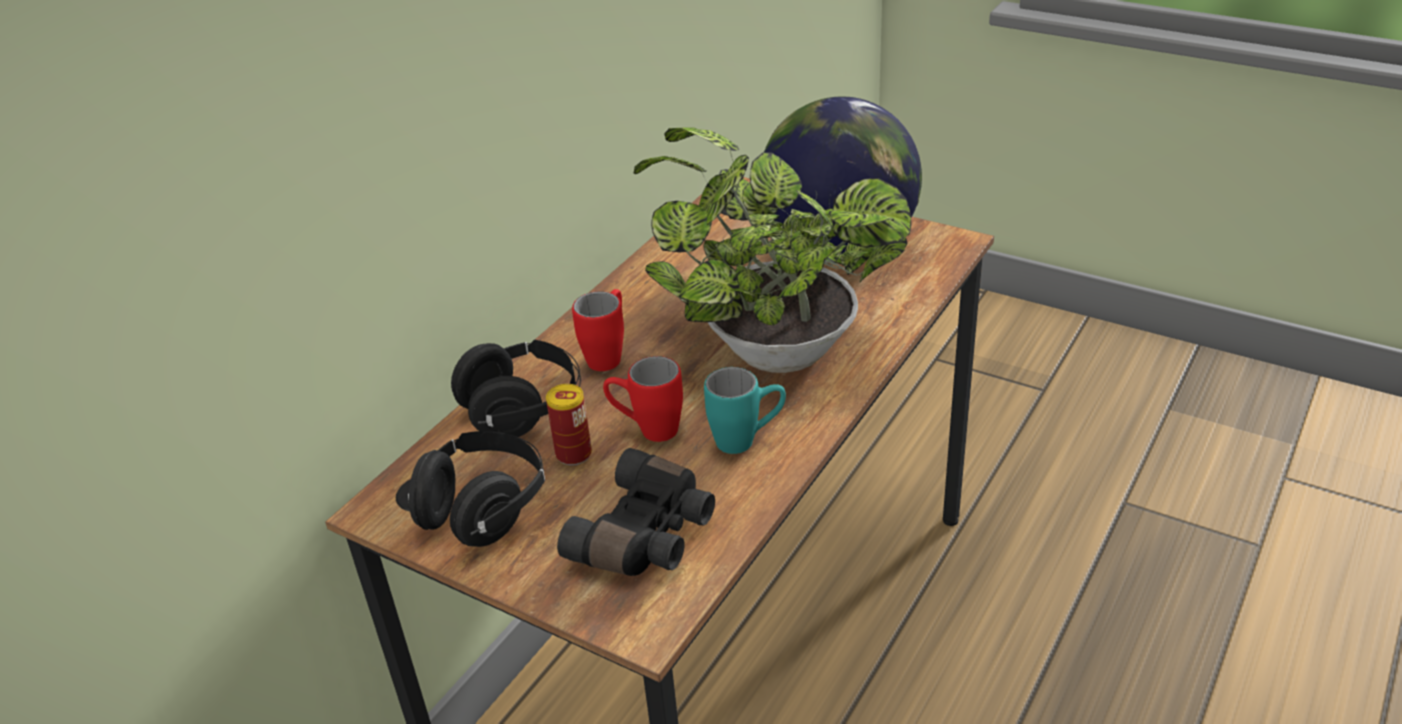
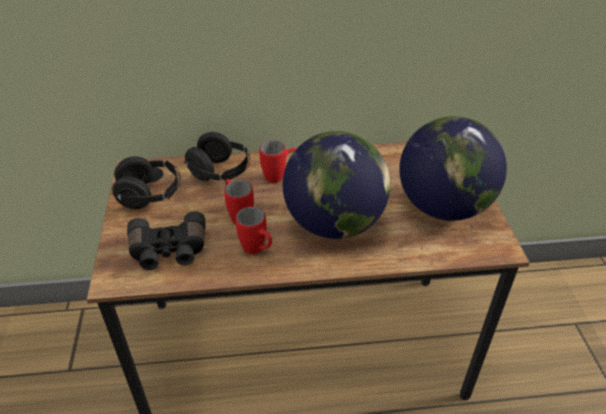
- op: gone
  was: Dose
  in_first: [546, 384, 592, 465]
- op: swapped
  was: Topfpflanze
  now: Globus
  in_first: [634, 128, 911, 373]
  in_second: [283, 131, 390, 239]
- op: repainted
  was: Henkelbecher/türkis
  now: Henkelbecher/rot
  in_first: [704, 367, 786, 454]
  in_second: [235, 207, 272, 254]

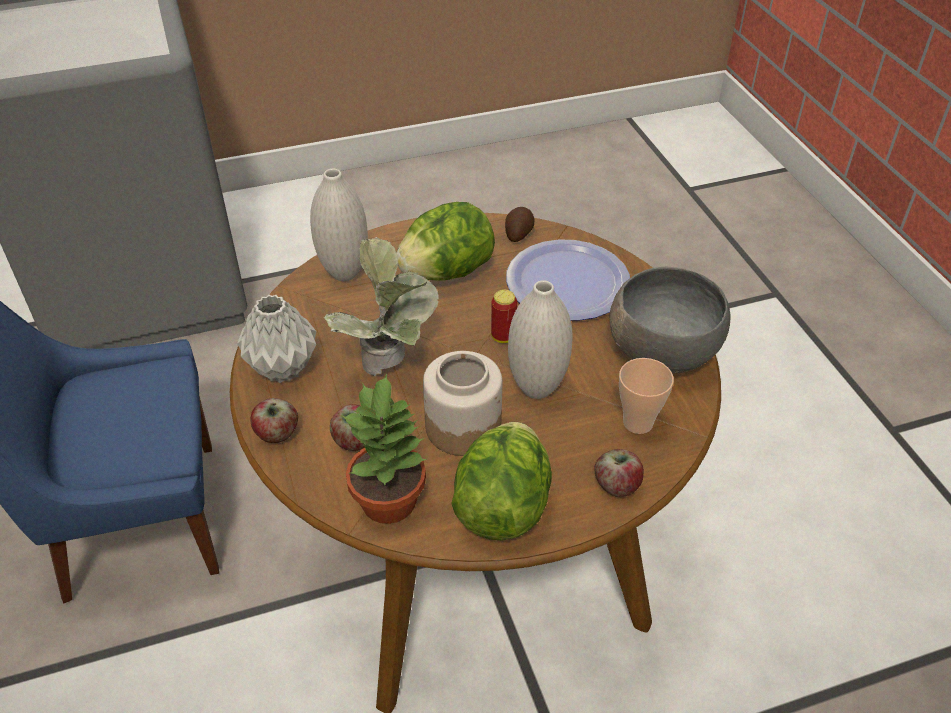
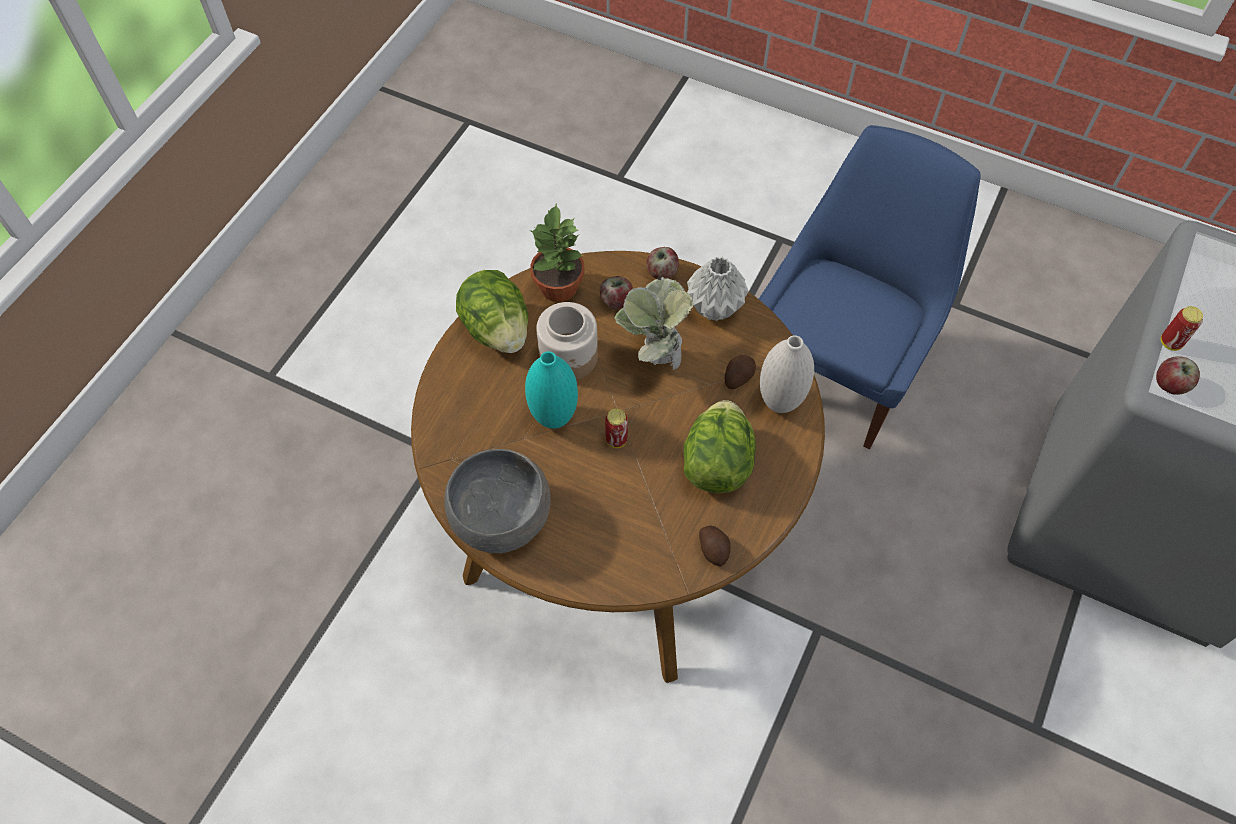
- op: gone
  was: Teller
  in_first: [506, 239, 630, 321]
- op: gone
  was: Tasse
  in_first: [619, 358, 674, 434]
- op: new
  now: Kartoffel
  in_second: [725, 355, 756, 389]
- op: new
  now: Dose
  in_second: [1161, 306, 1203, 351]
- op: shifted
  was: Apfel
  in_first: [594, 449, 644, 497]
  in_second: [1156, 356, 1200, 395]
- op: repainted
  was: Vase/weiß
  now: Vase/türkis
  in_first: [508, 280, 572, 399]
  in_second: [525, 351, 578, 429]

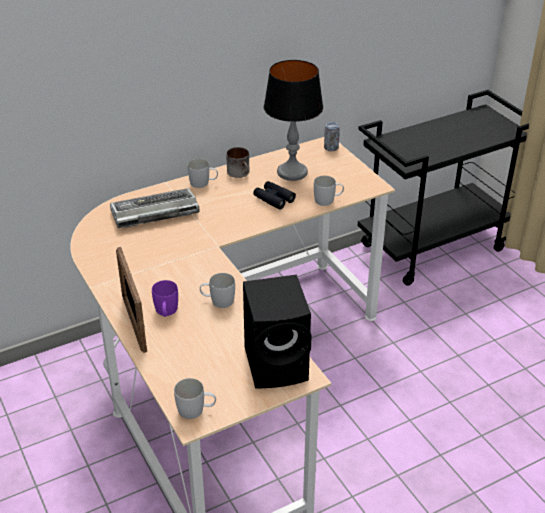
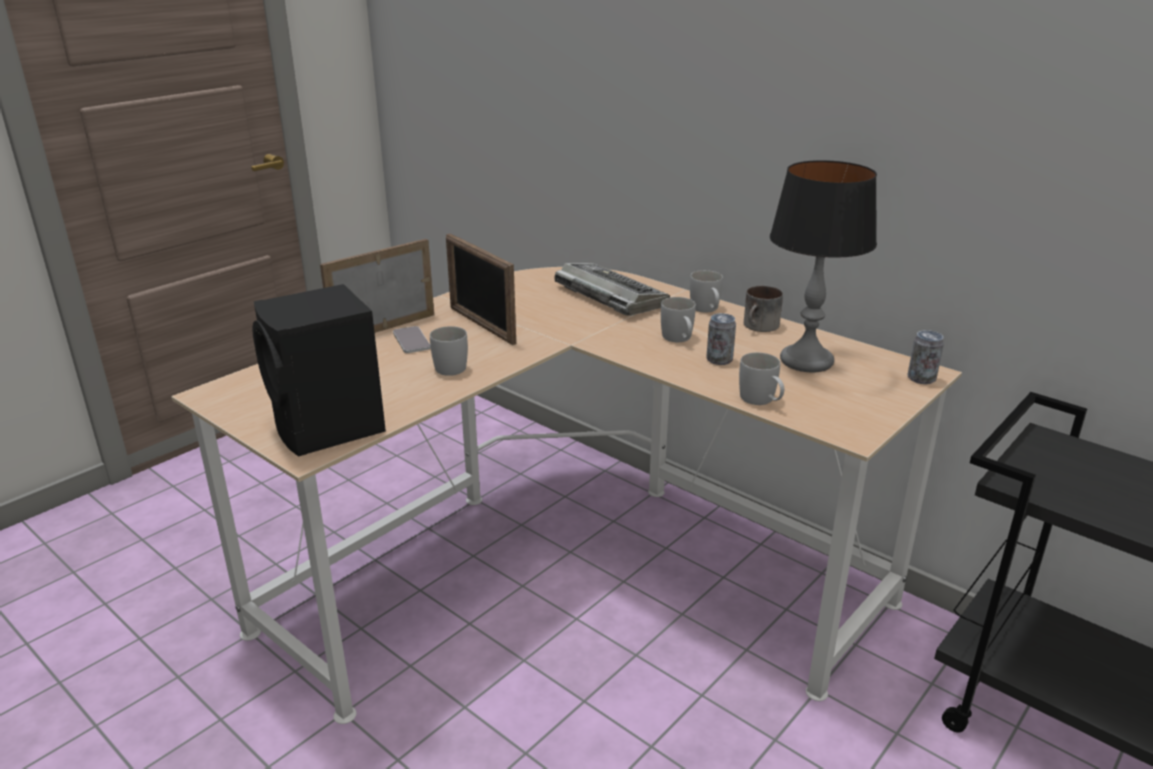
- op: new
  now: Bilderrahmen
  in_second: [446, 233, 516, 345]
- op: shifted
  was: Henkelbecher/weiß
  in_first: [174, 378, 216, 419]
  in_second: [661, 297, 696, 342]
- op: swapped
  was: Henkelbecher/lila
  now: Handy
  in_first: [152, 280, 178, 317]
  in_second: [393, 326, 431, 353]
- op: swapped
  was: Fernglas/schwarz
  now: Dose
  in_first: [253, 181, 296, 210]
  in_second: [706, 313, 736, 365]

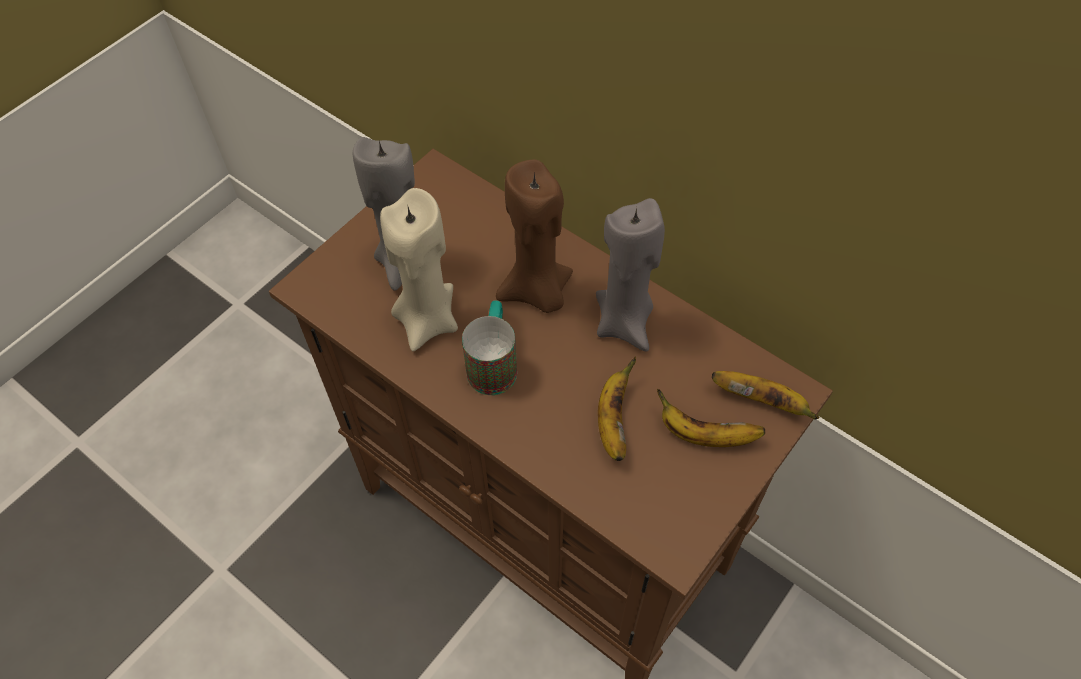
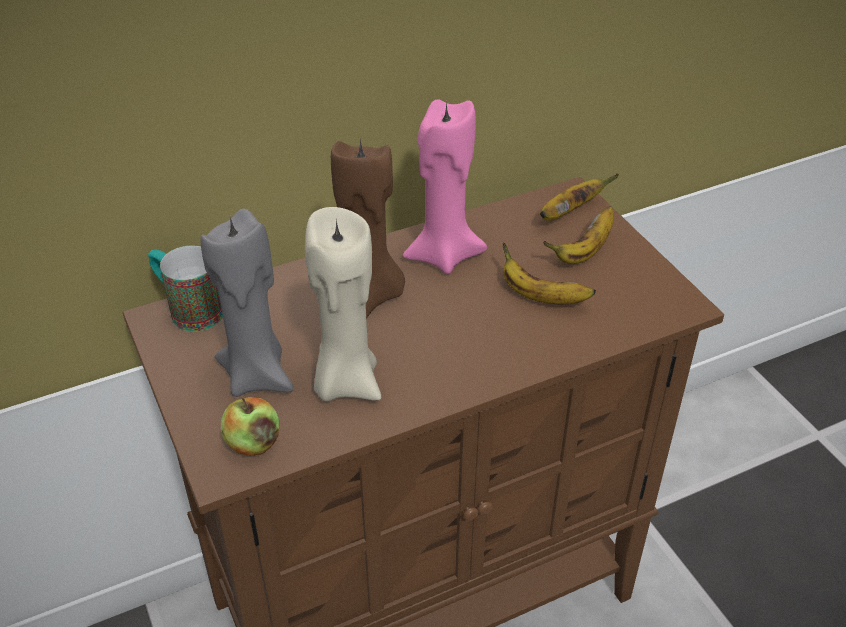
- op: new
  now: Apfel
  in_second: [221, 397, 279, 456]
- op: shifted
  was: Henkelbecher
  in_first: [462, 301, 517, 395]
  in_second: [148, 246, 223, 332]
- op: repainted
  was: Kerze/grau
  now: Kerze/rosa
  in_first: [596, 198, 665, 352]
  in_second: [403, 99, 487, 274]

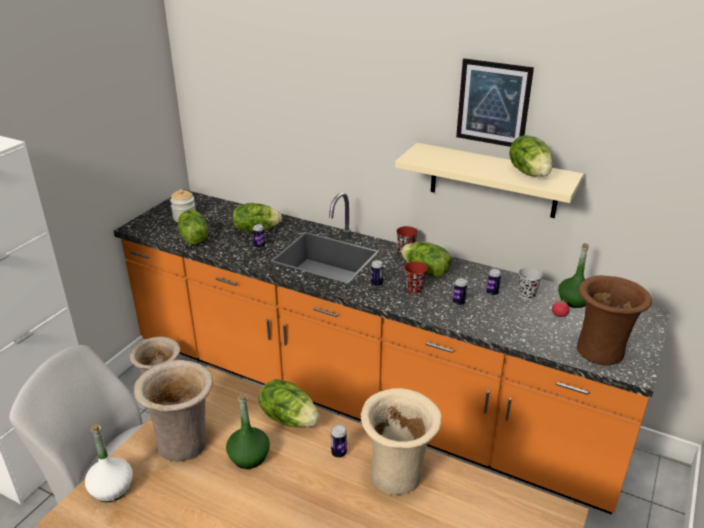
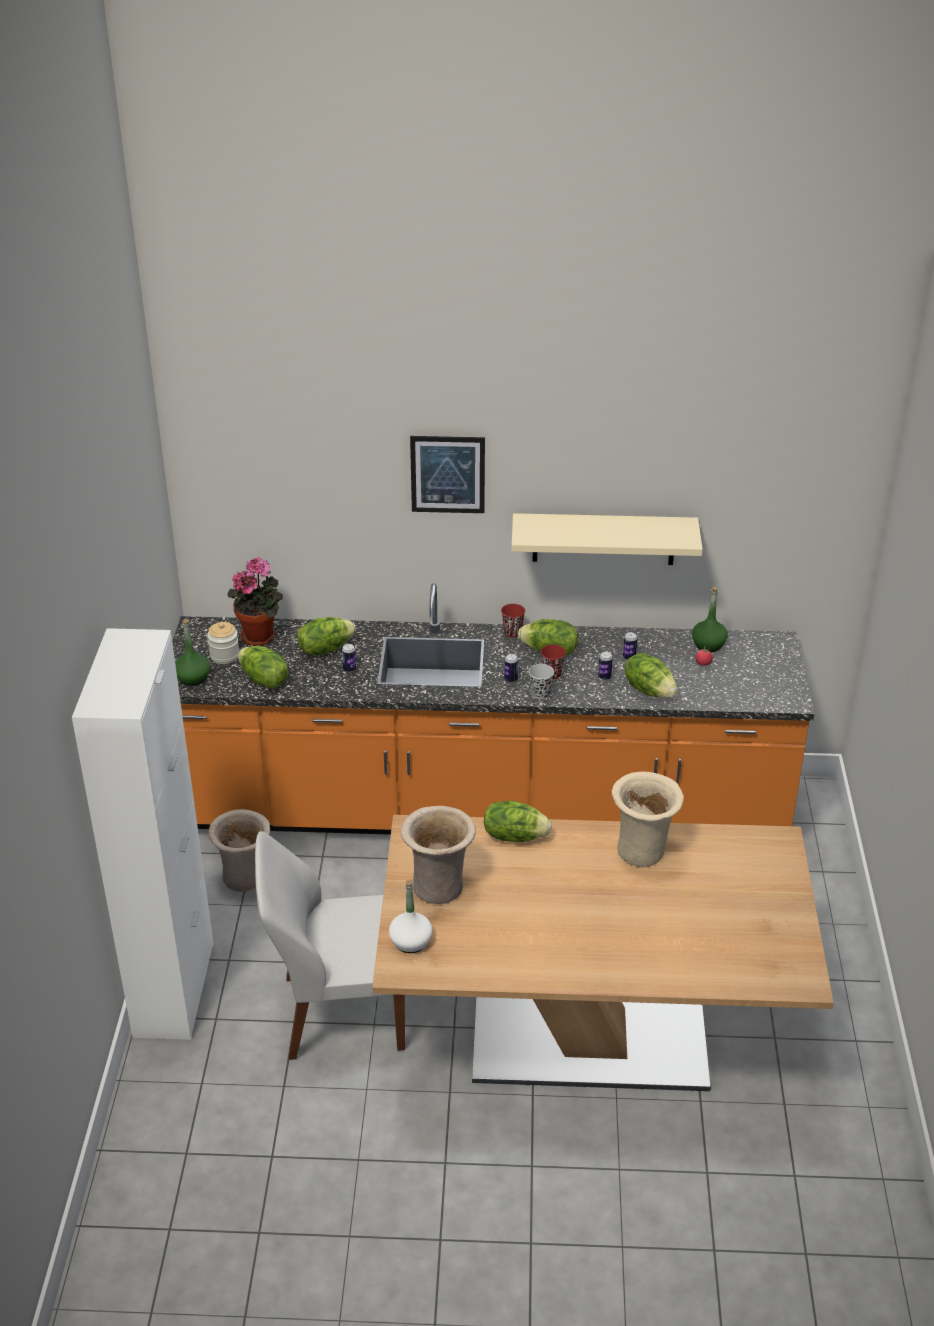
- op: gone
  was: Dose
  in_first: [331, 425, 347, 458]
- op: gone
  was: Vase/braun
  in_first: [577, 275, 652, 366]
- op: new
  now: Topfpflanze
  in_second: [227, 557, 283, 646]
- op: shifted
  was: Flasche/grün
  in_first: [226, 393, 270, 469]
  in_second: [175, 619, 210, 686]
- op: shifted
  was: Bild
  in_first: [456, 58, 534, 147]
  in_second: [410, 436, 485, 513]
- op: shifted
  was: Salatkopf
  in_first: [509, 135, 553, 177]
  in_second: [625, 653, 678, 698]
- op: shifted
  was: Tasse/schwarz
  in_first: [518, 267, 543, 300]
  in_second: [529, 664, 554, 699]

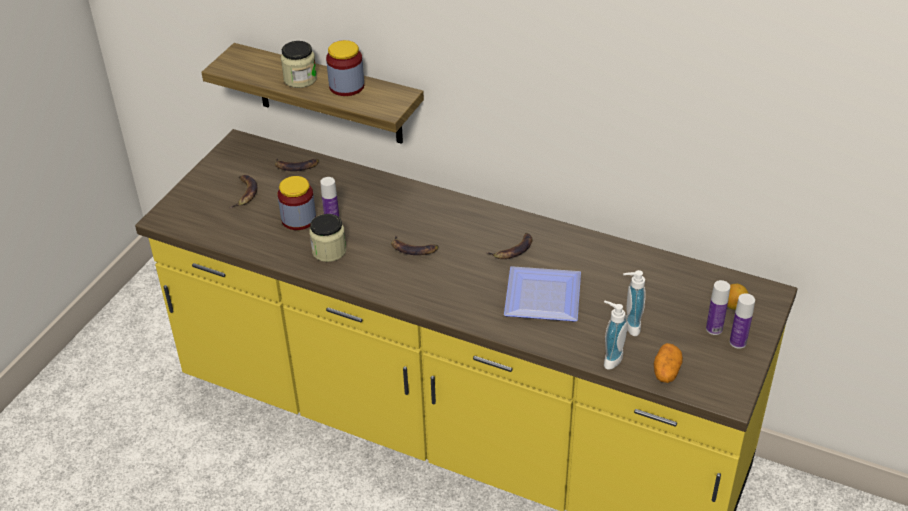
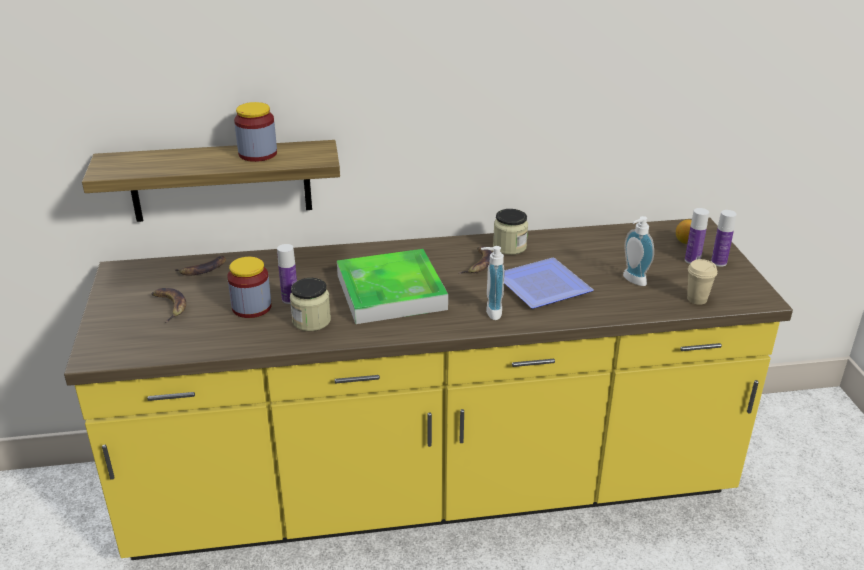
- op: shifted
  was: Vorratsglas
  in_first: [281, 41, 317, 88]
  in_second: [493, 209, 528, 255]
- op: shifted
  was: Seifenspender
  in_first: [604, 301, 628, 370]
  in_second: [481, 246, 505, 320]
- op: swapped
  was: Banane
  now: Tablett
  in_first: [391, 235, 439, 255]
  in_second: [337, 249, 448, 324]
- op: swapped
  was: Kartoffel
  now: Tasse/beige
  in_first: [654, 343, 683, 383]
  in_second: [687, 259, 717, 305]

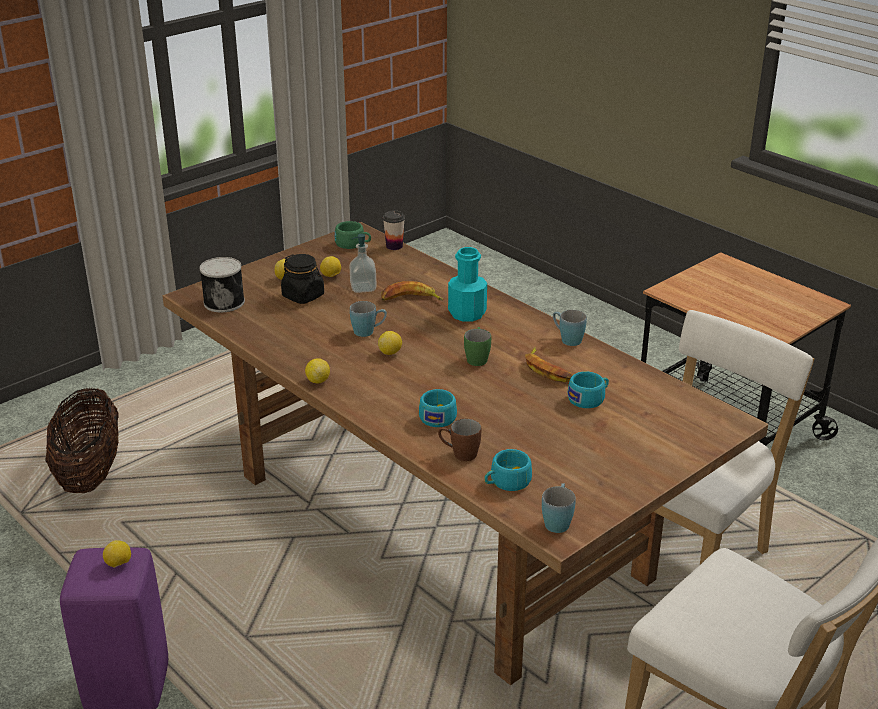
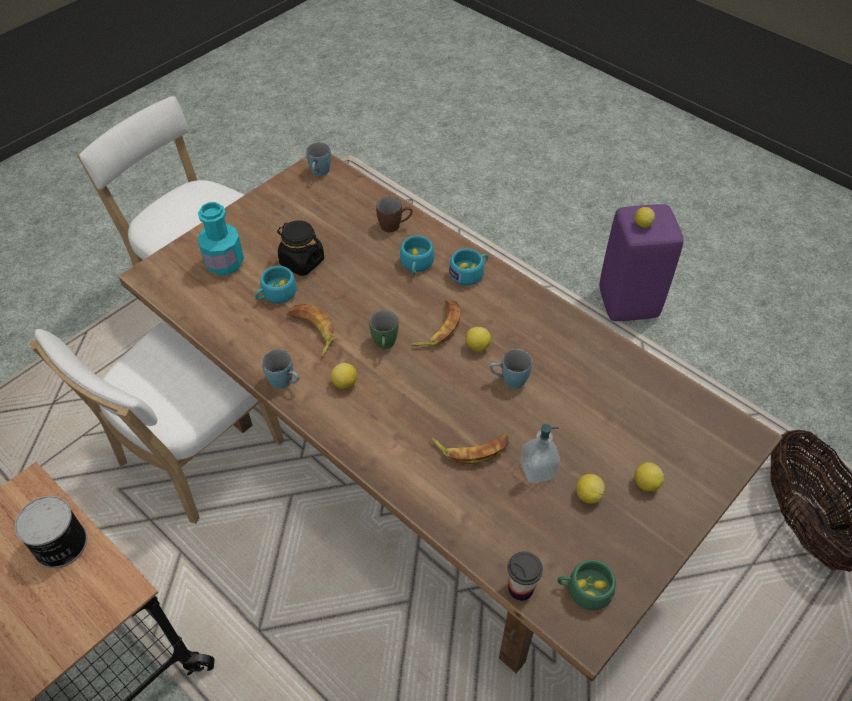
- op: new
  now: Banane
  in_second: [411, 300, 460, 347]
- op: shifted
  was: Dose
  in_first: [200, 257, 245, 312]
  in_second: [15, 496, 87, 568]
- op: shifted
  was: Vorratsglas/schwarz
  in_first: [281, 254, 324, 304]
  in_second: [277, 220, 324, 276]
- op: shifted
  was: Zitrone
  in_first: [305, 358, 330, 383]
  in_second: [331, 363, 357, 389]
- op: shifted
  was: Flasche/türkis
  in_first: [448, 247, 487, 322]
  in_second: [197, 202, 244, 275]
- op: shifted
  was: Tasse/türkis
  in_first: [484, 449, 532, 491]
  in_second: [449, 248, 488, 286]

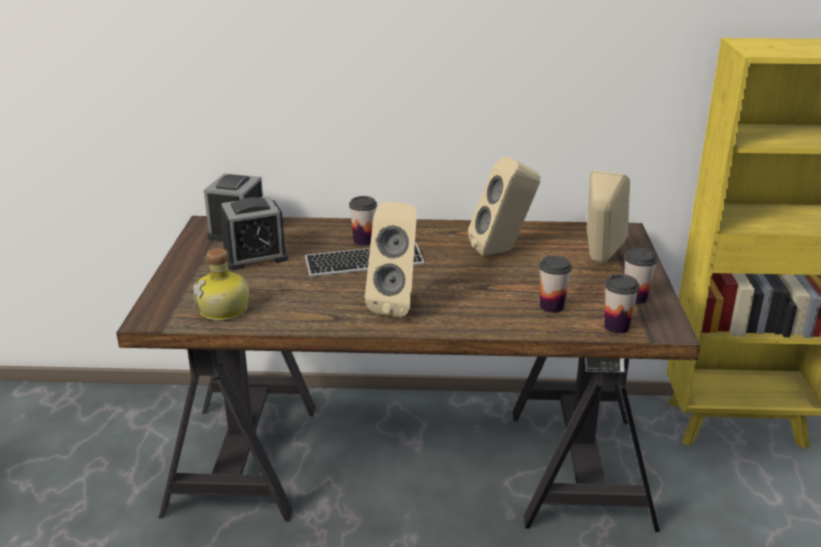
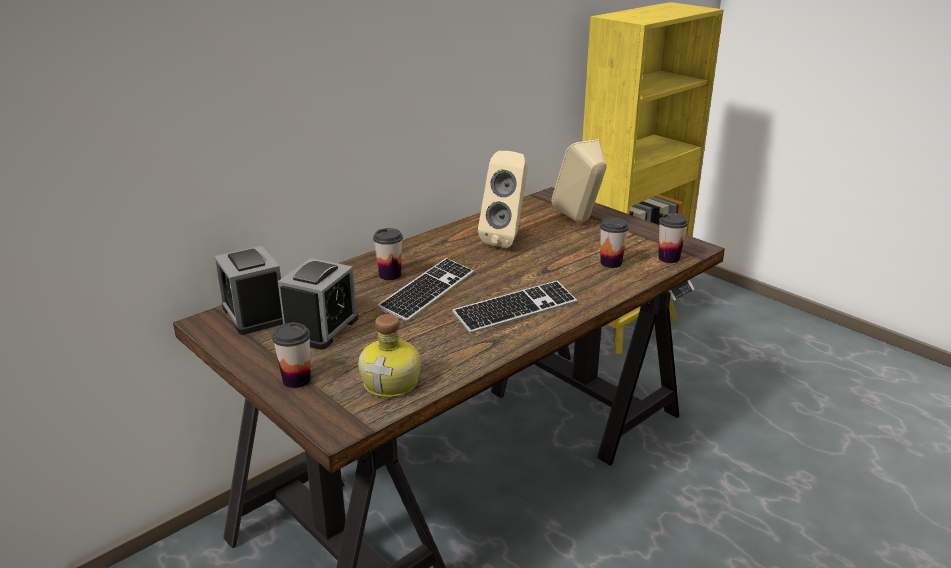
- op: shifted
  was: Tasse
  in_first: [624, 248, 657, 304]
  in_second: [272, 323, 311, 388]
- op: swapped
  was: Lautsprecher/beige
  now: Tastatur
  in_first: [365, 202, 417, 317]
  in_second: [452, 281, 577, 333]

